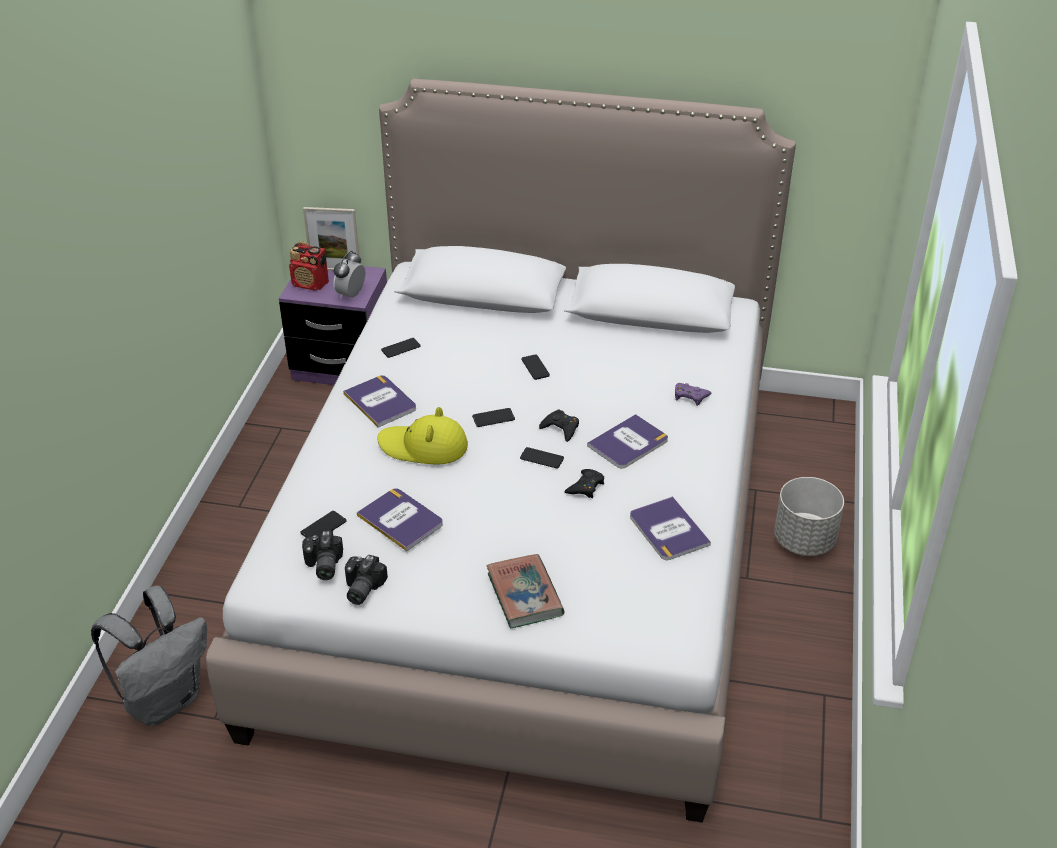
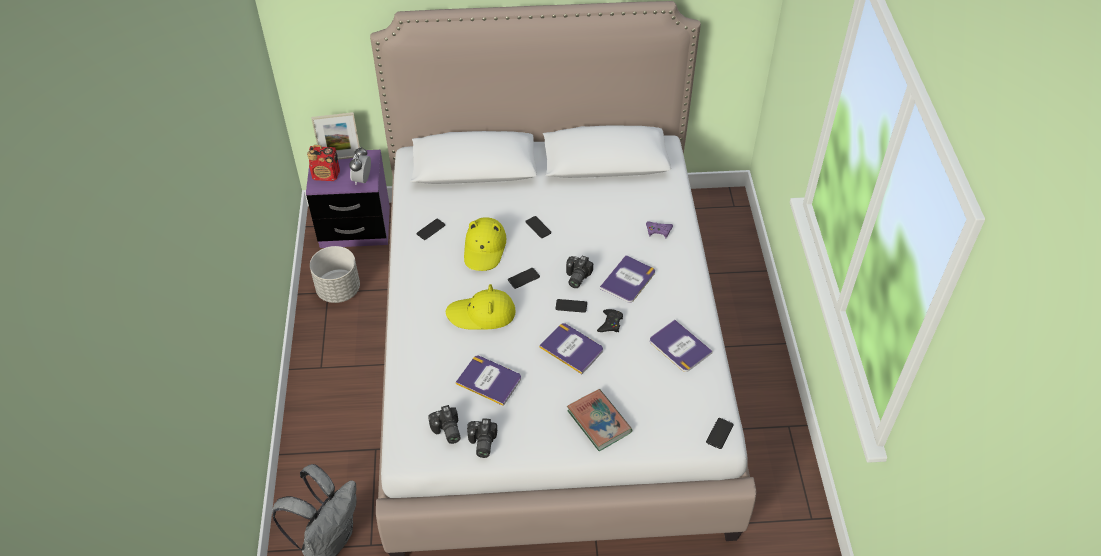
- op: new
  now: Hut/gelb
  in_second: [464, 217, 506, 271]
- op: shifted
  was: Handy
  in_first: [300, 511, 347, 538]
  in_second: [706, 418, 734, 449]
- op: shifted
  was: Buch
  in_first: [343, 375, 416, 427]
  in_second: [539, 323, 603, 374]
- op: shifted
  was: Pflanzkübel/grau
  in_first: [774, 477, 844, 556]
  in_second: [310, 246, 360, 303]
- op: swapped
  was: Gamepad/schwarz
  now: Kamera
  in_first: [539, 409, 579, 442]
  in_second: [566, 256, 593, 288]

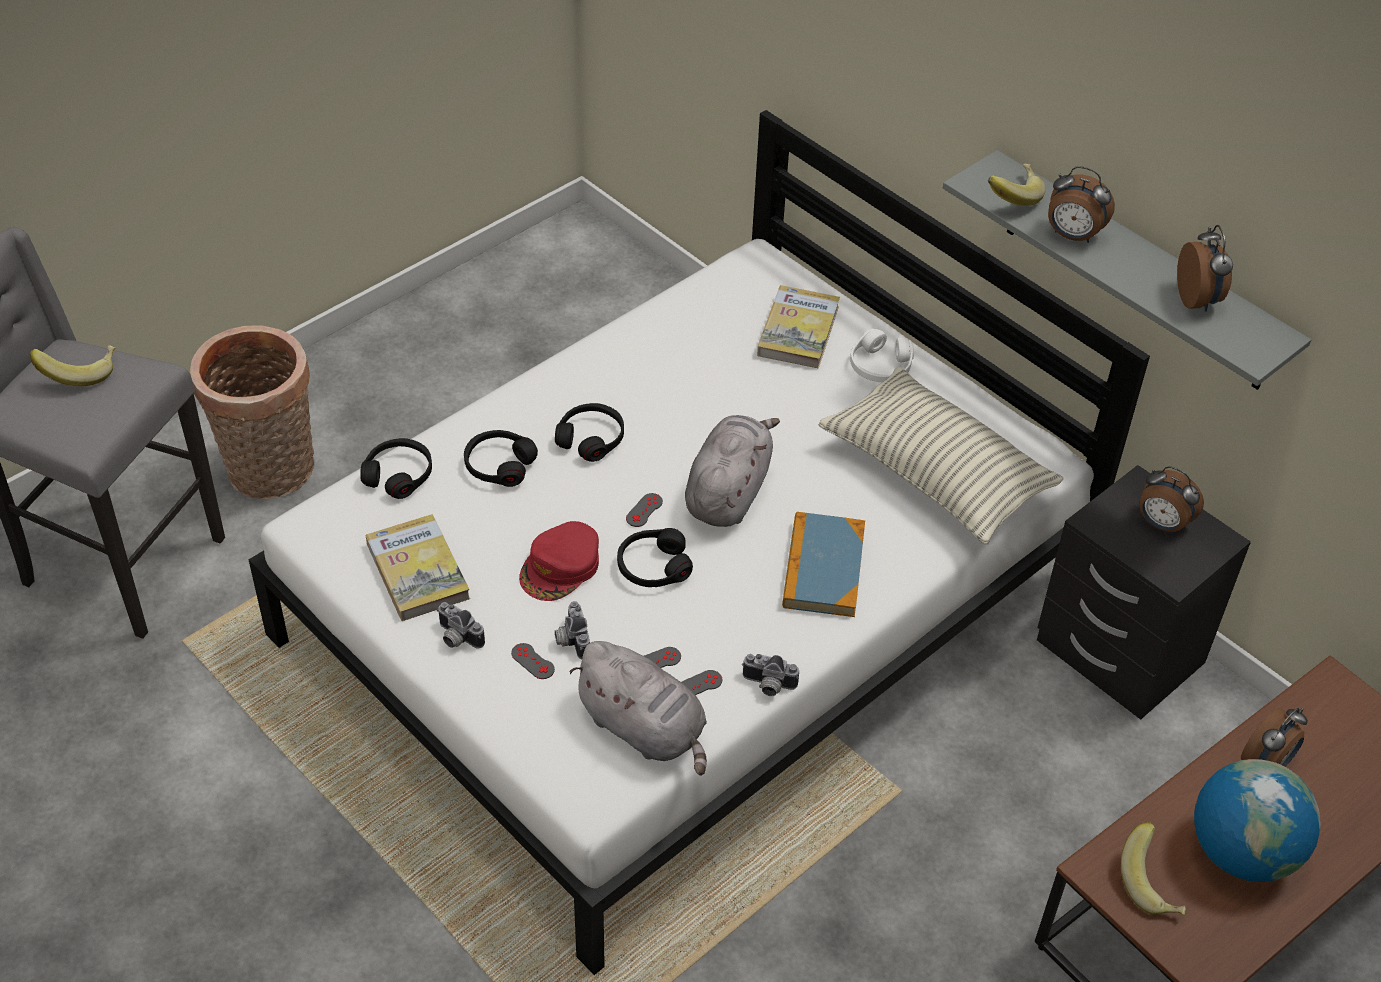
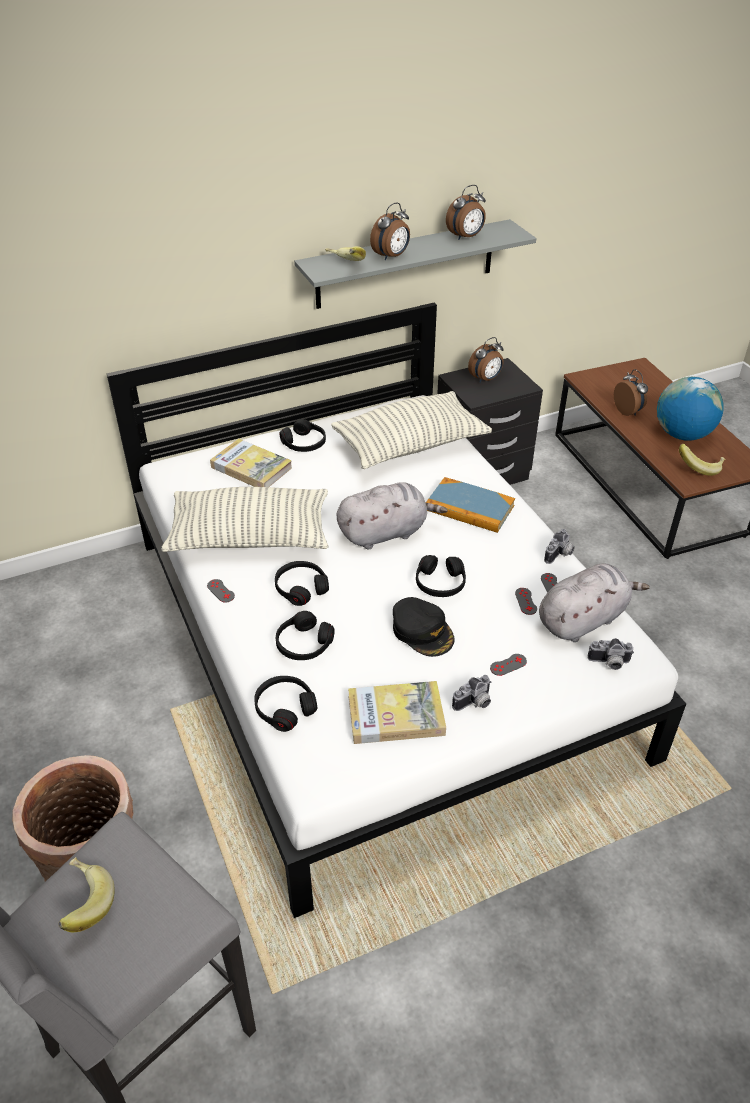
- op: new
  now: Kissen
  in_second: [161, 487, 329, 552]
- op: shifted
  was: Kamera
  in_first: [555, 601, 590, 659]
  in_second: [587, 638, 634, 670]
- op: shifted
  was: Gamepad/grau
  in_first: [626, 493, 663, 527]
  in_second: [207, 579, 235, 603]
- op: repainted
  was: Kappe/rot
  now: Kappe/schwarz
  in_first: [519, 521, 599, 601]
  in_second: [393, 597, 455, 657]
- op: repainted
  was: Kopfhörer/weiß
  now: Kopfhörer/schwarz
  in_first: [850, 329, 914, 382]
  in_second: [280, 419, 326, 452]
- op: rotated
  was: Plüschtier/grau
  in_first: [685, 415, 780, 527]
  in_second: [336, 482, 447, 550]
  clockwise: 120
- op: rotated
  was: Wecker
  in_first: [1177, 225, 1233, 312]
  in_second: [446, 185, 486, 240]
  clockwise: 135

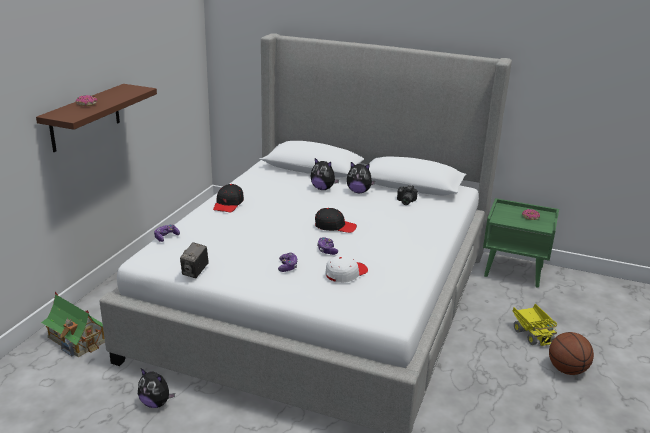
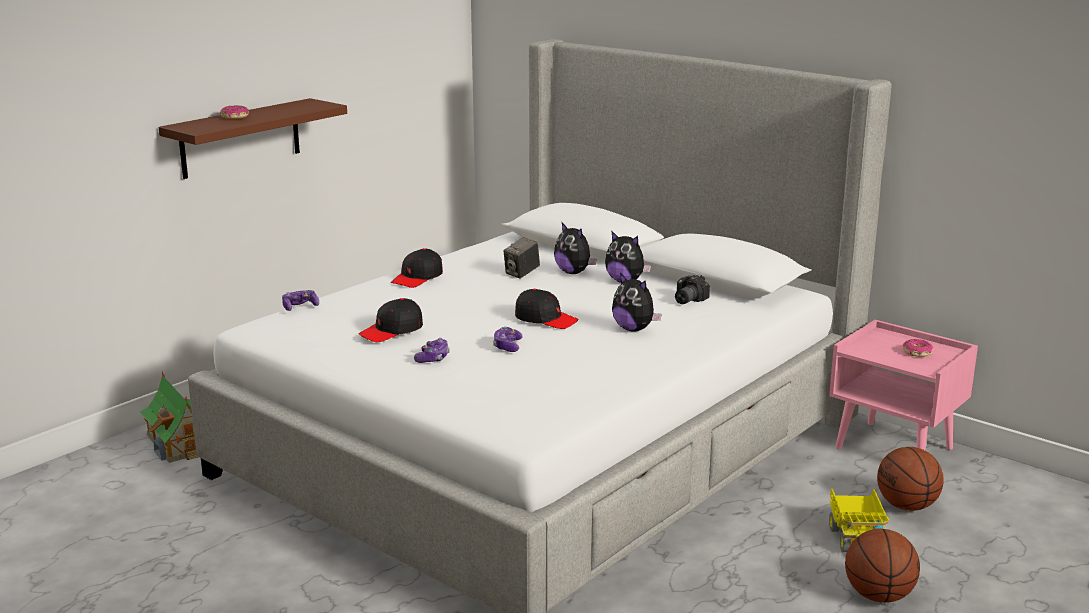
- op: gone
  was: Kappe/weiß
  in_first: [325, 255, 368, 283]
- op: new
  now: Kappe/schwarz
  in_second: [359, 298, 423, 342]
- op: new
  now: Basketball
  in_second: [877, 447, 944, 511]
- op: shifted
  was: Plüschtier
  in_first: [138, 368, 175, 408]
  in_second: [612, 272, 662, 332]
- op: shifted
  was: Kamera
  in_first: [180, 242, 209, 278]
  in_second: [504, 237, 540, 278]
- op: repainted
  was: Nachttisch/grün
  now: Nachttisch/rosa
  in_first: [483, 198, 559, 288]
  in_second: [829, 320, 978, 451]

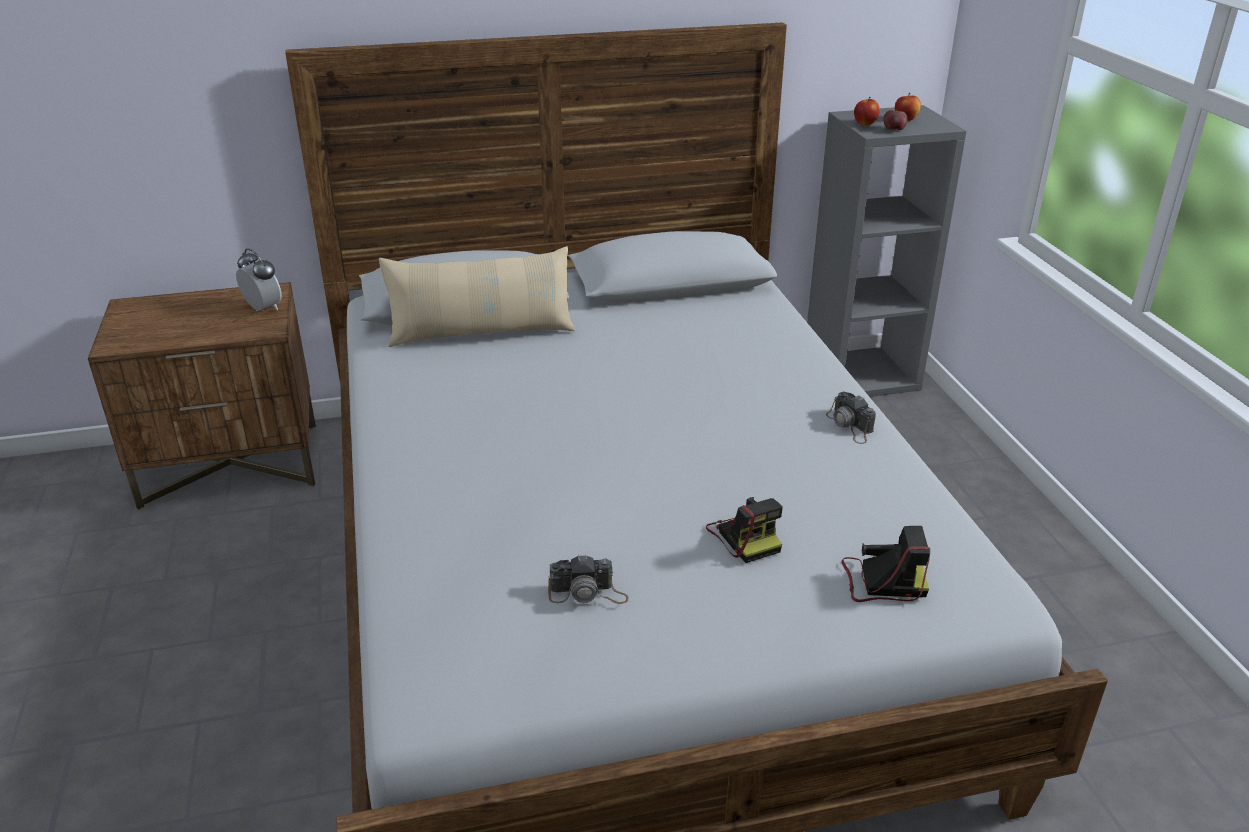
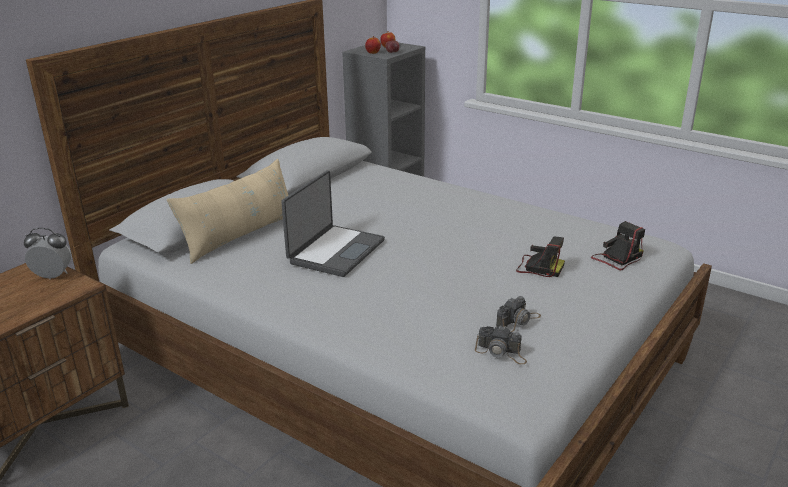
- op: new
  now: Laptop
  in_second: [281, 170, 385, 277]
- op: shifted
  was: Kamera
  in_first: [826, 391, 876, 444]
  in_second: [475, 325, 527, 364]

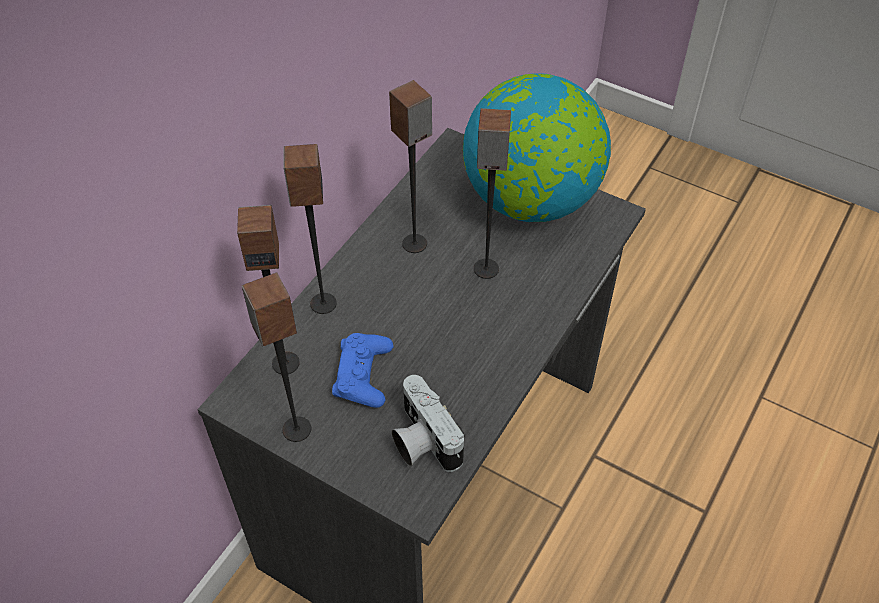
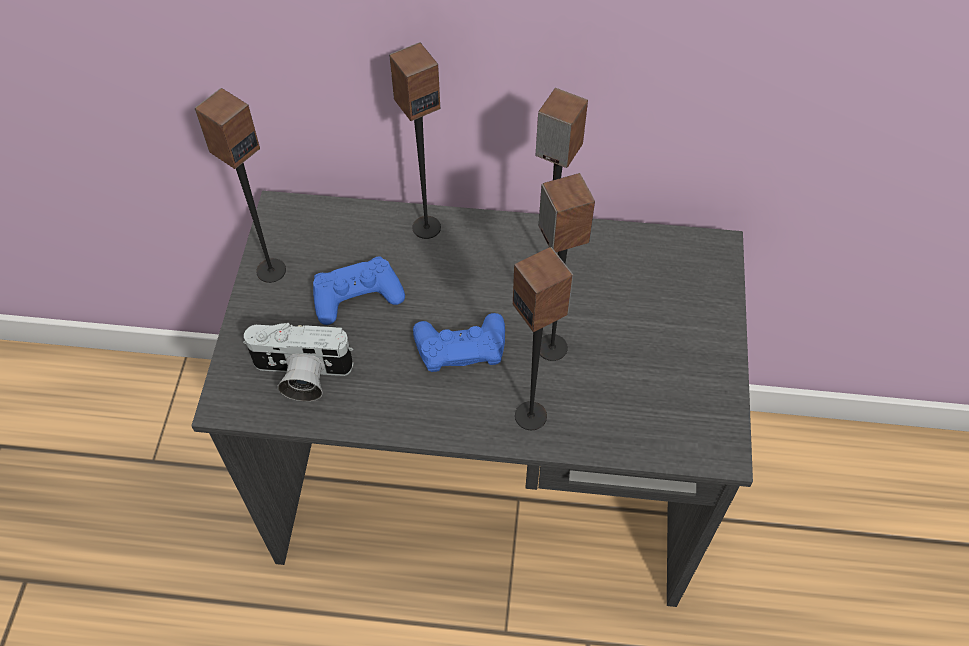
- op: gone
  was: Globus
  in_first: [463, 73, 611, 222]
- op: new
  now: Gamepad/blau
  in_second: [413, 313, 505, 372]
- op: shifted
  was: Lautsprecher
  in_first: [237, 205, 300, 374]
  in_second: [513, 247, 573, 430]
- op: rotated
  was: Kamera
  in_first: [392, 375, 464, 472]
  in_second: [243, 323, 354, 401]
  clockwise: -120

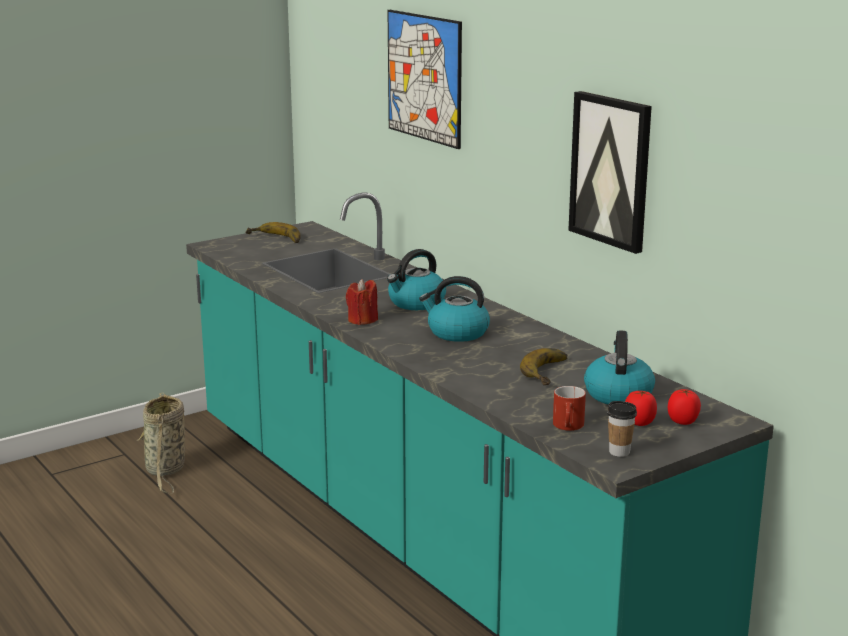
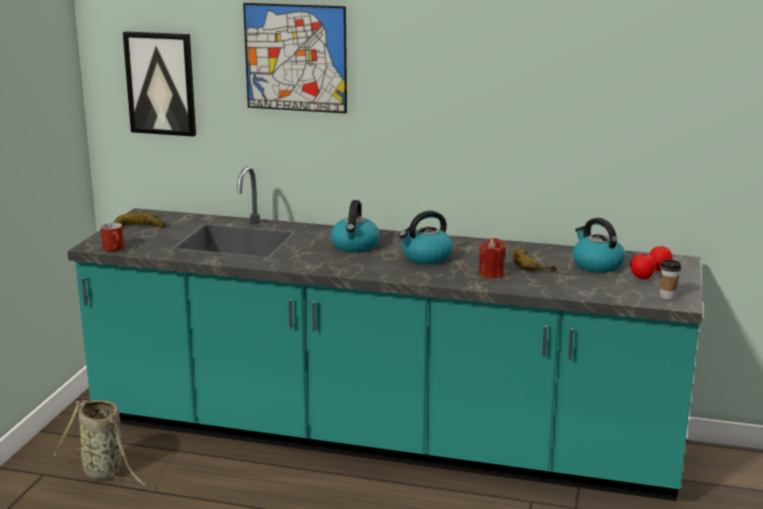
- op: shifted
  was: Kerze/rot
  in_first: [346, 279, 378, 325]
  in_second: [479, 238, 506, 279]
- op: shifted
  was: Henkelbecher/rot
  in_first: [553, 386, 586, 431]
  in_second: [101, 223, 124, 252]
- op: shifted
  was: Bild
  in_first: [568, 91, 652, 254]
  in_second: [123, 31, 196, 137]

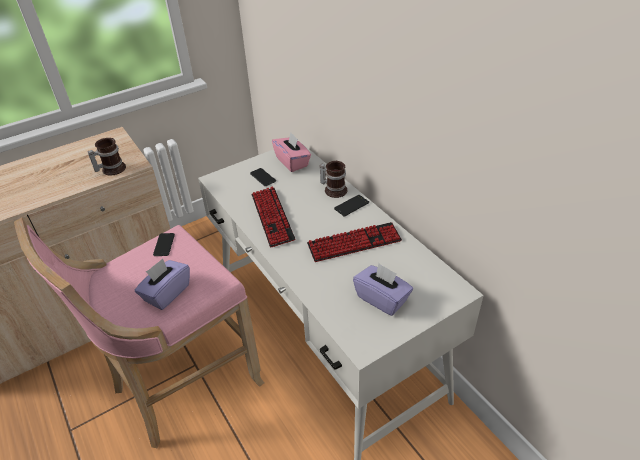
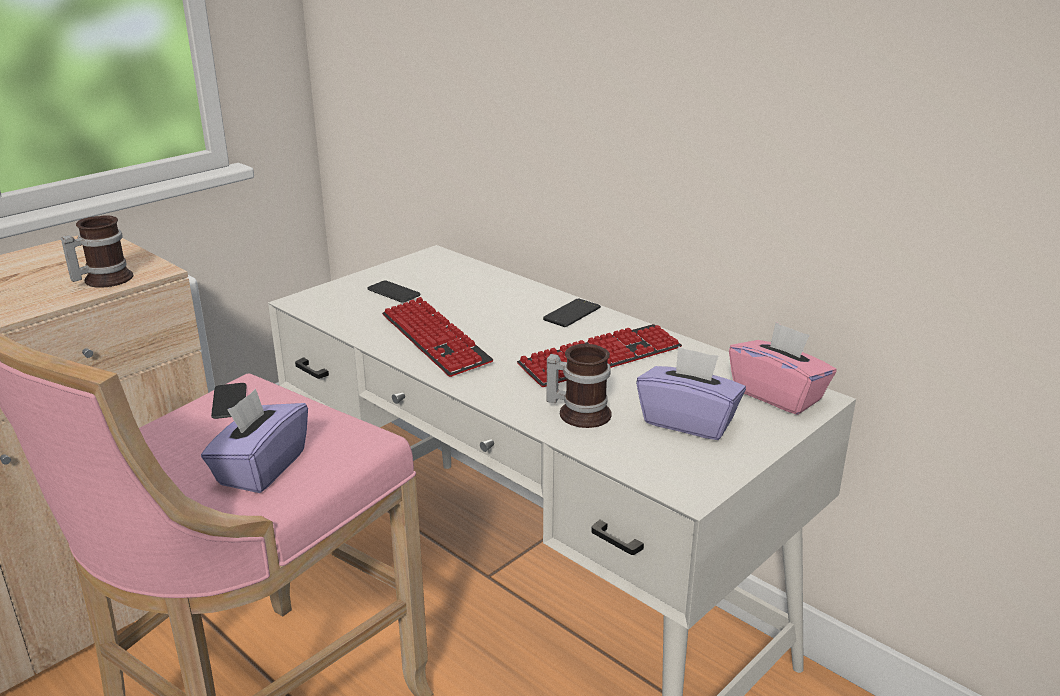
- op: shifted
  was: Taschentuchbox/rosa
  in_first: [272, 132, 311, 172]
  in_second: [729, 322, 836, 415]
- op: shifted
  was: Henkelbecher
  in_first: [320, 161, 347, 198]
  in_second: [546, 344, 612, 428]

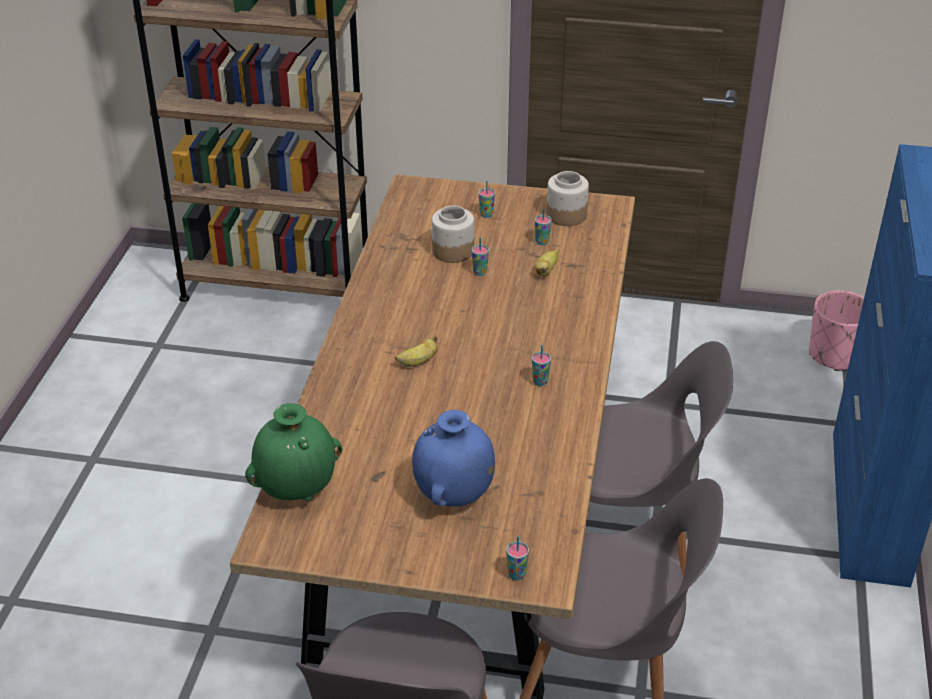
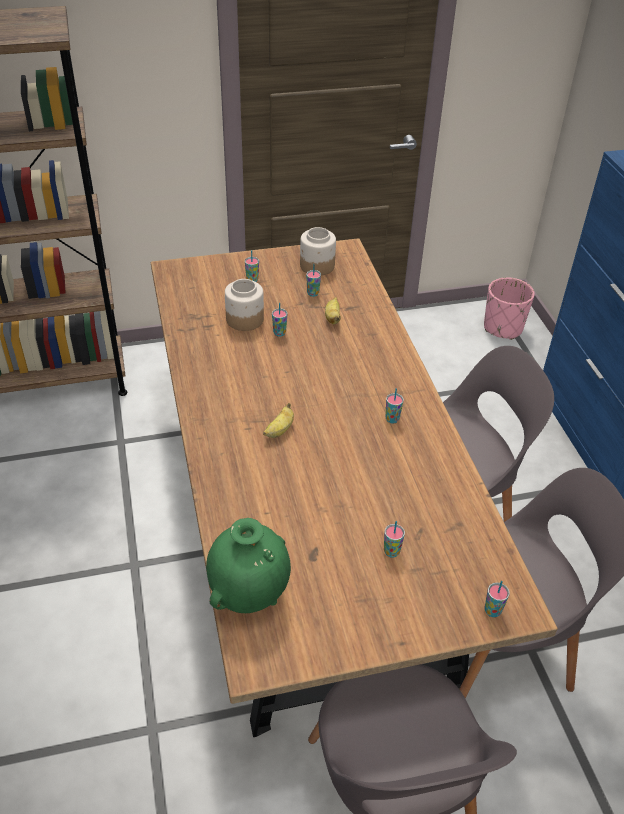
- op: swapped
  was: Vase/blau
  now: Tasse
  in_first: [412, 410, 495, 506]
  in_second: [384, 521, 405, 558]

